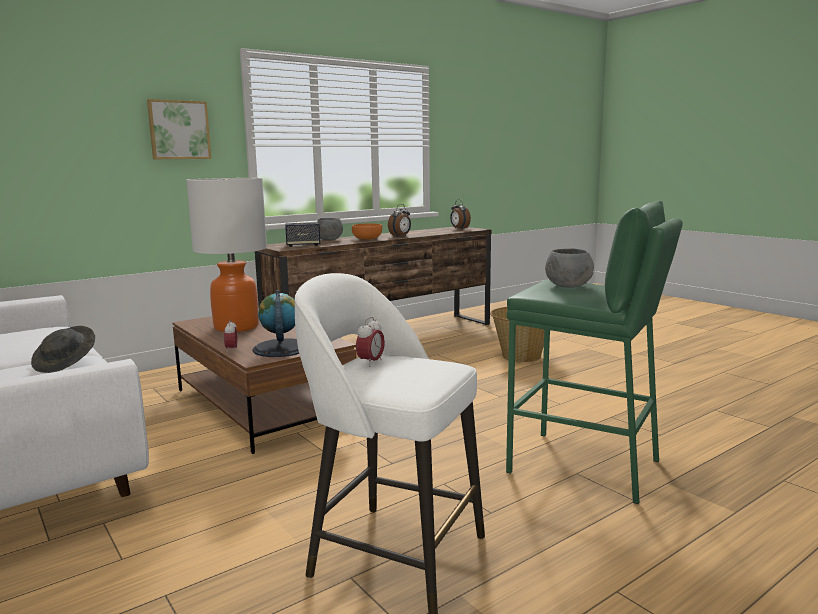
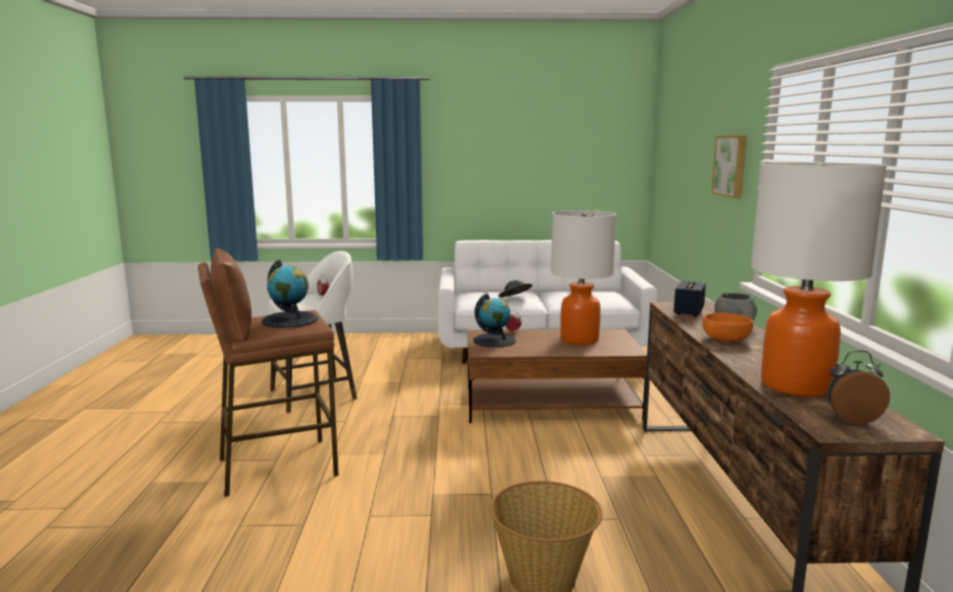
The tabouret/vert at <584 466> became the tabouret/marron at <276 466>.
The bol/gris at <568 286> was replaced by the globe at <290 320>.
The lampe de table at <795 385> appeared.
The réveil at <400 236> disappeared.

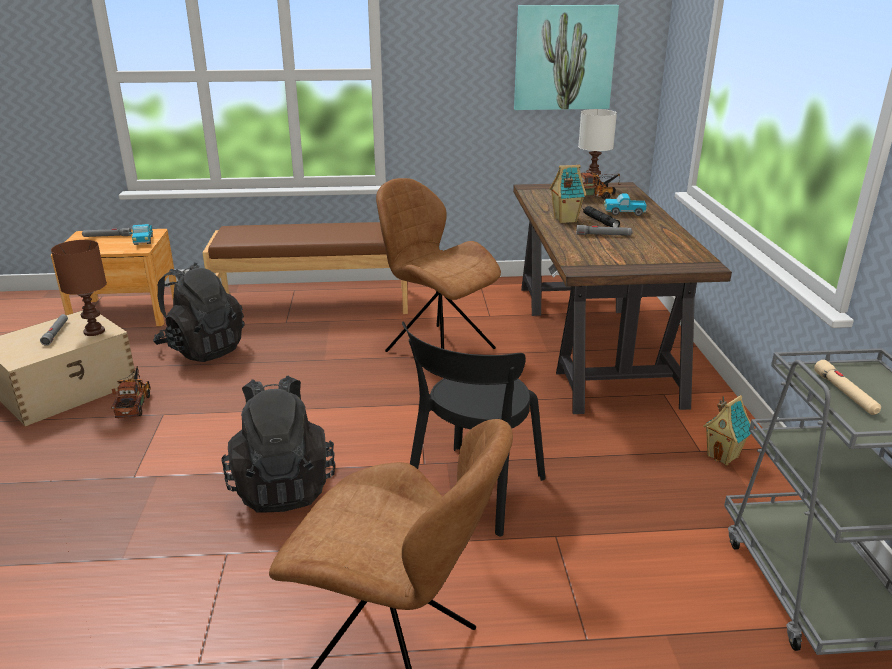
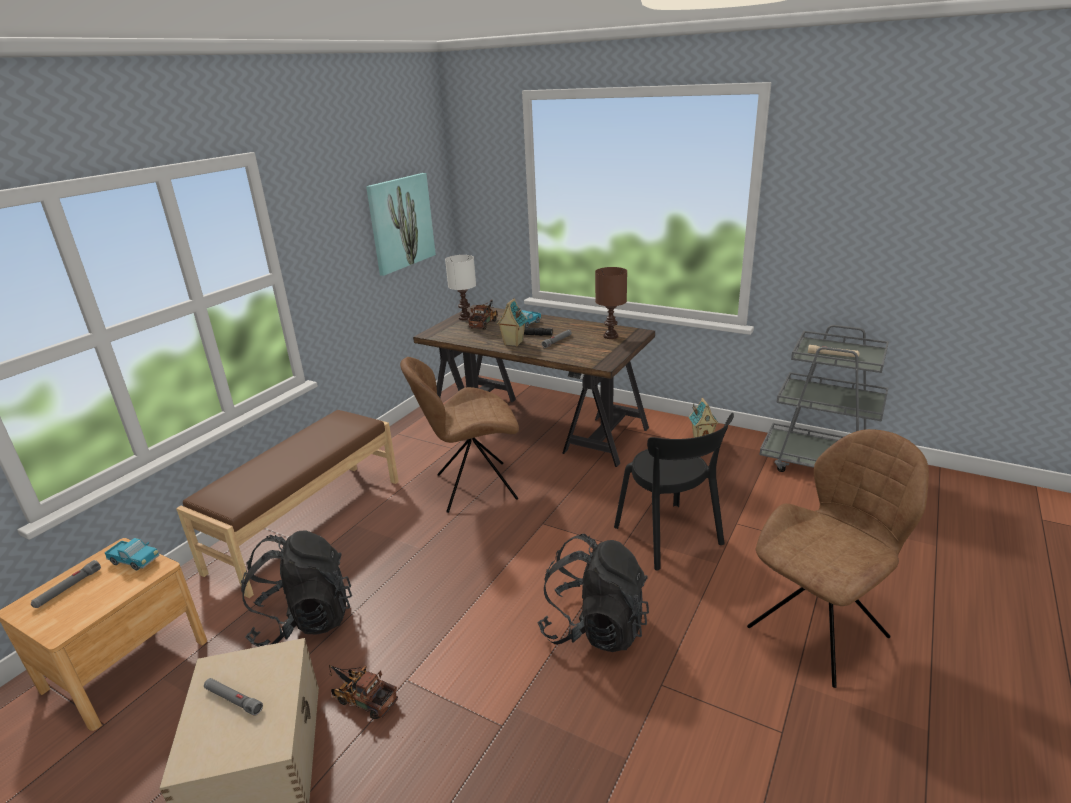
The lampe de table/marron moved from <95 331> to <610 336>.

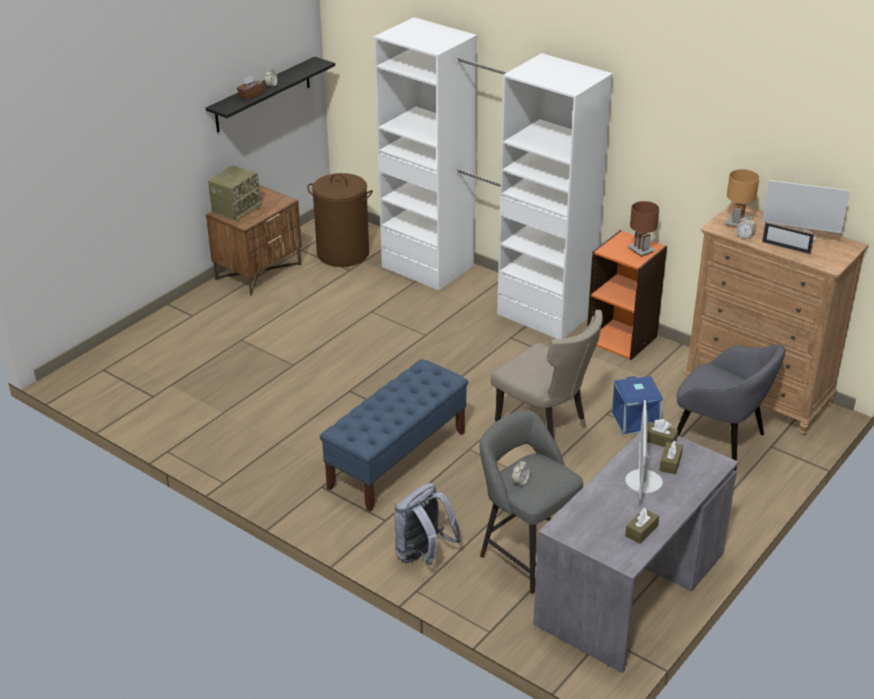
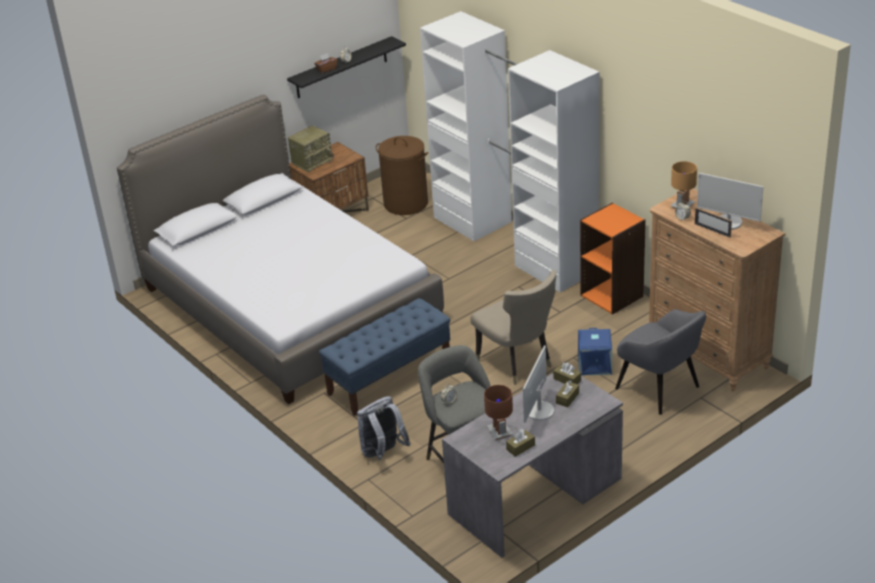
The lit at <289 305> appeared.
The lampe de table/marron moved from <641 250> to <500 432>.

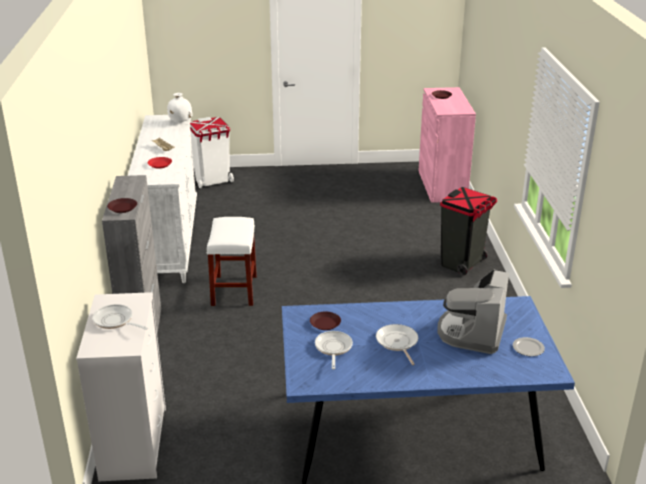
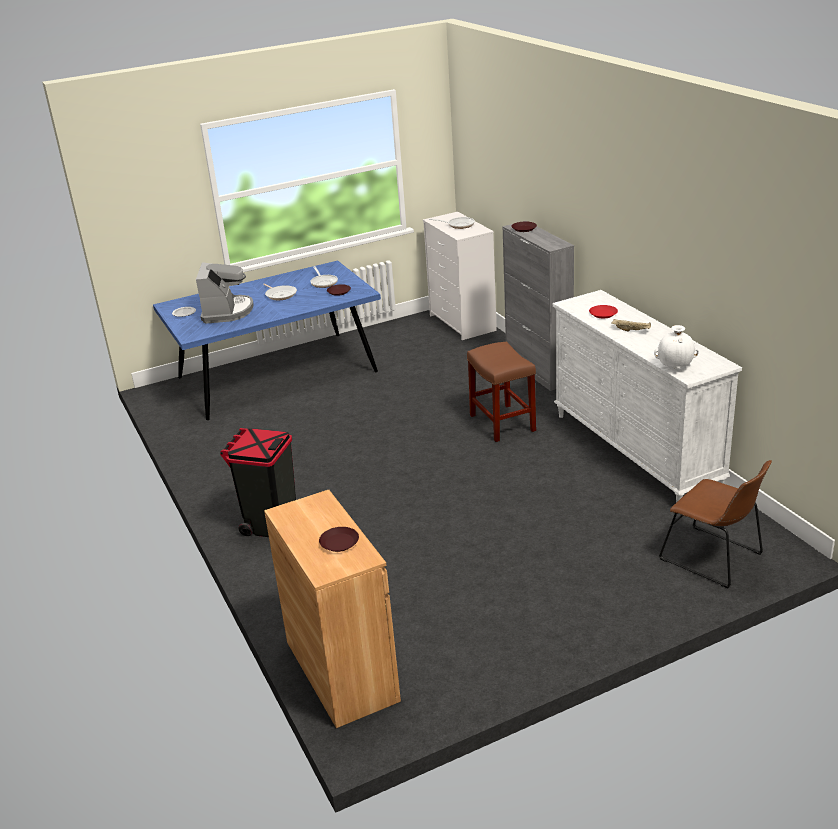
The meuble de rangement/rose at <442 185> became the meuble de rangement/marron at <341 671>.
The tabouret/blanc at <234 290> became the tabouret/marron at <503 423>.
The poubelle/blanc at <213 181> was replaced by the chaise/marron at <714 558>.

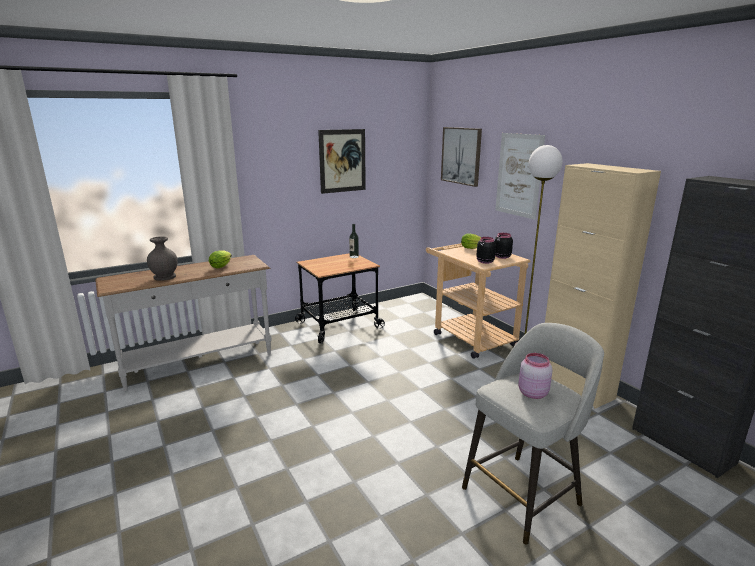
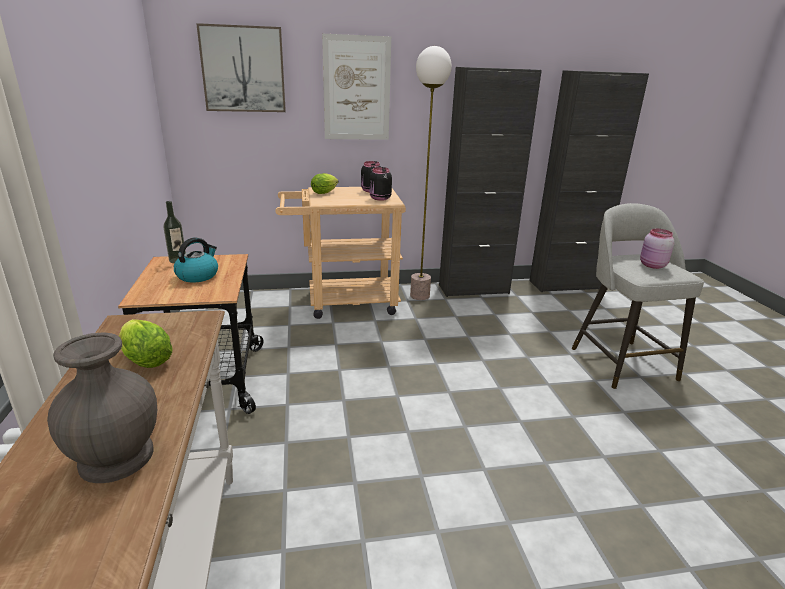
The bouilloire at <198 275> appeared.
The meuble de rangement/beige at <575 386> became the meuble de rangement/noir at <473 289>.
The tableau at <342 161> disappeared.

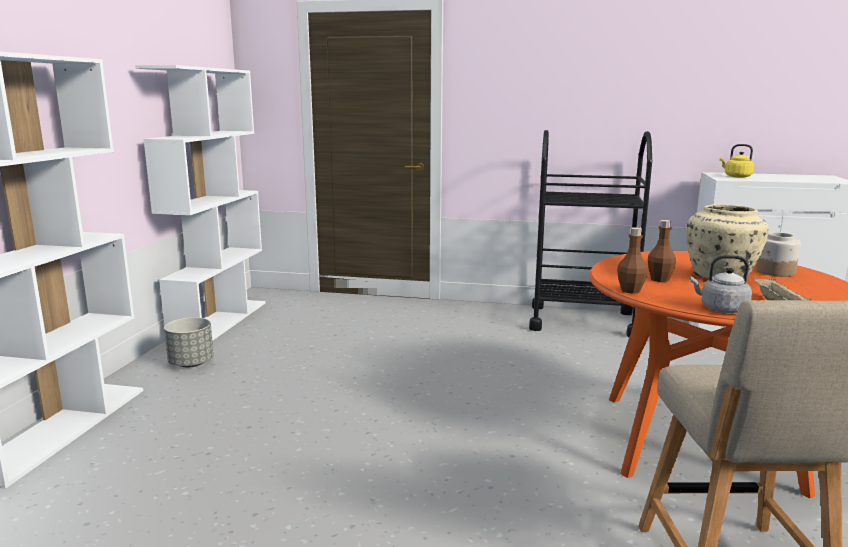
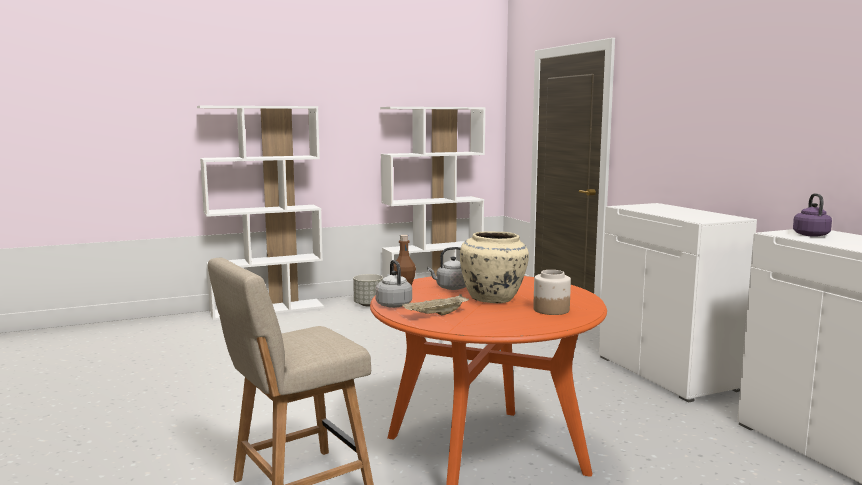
The bouteille/marron at <659 279> was replaced by the bouilloire/gris at <451 288>.
The chariot/noir at <582 321> was replaced by the meuble de rangement/blanc at <667 373>.
The bouilloire/jaune at <736 176> became the bouilloire/violet at <810 234>.

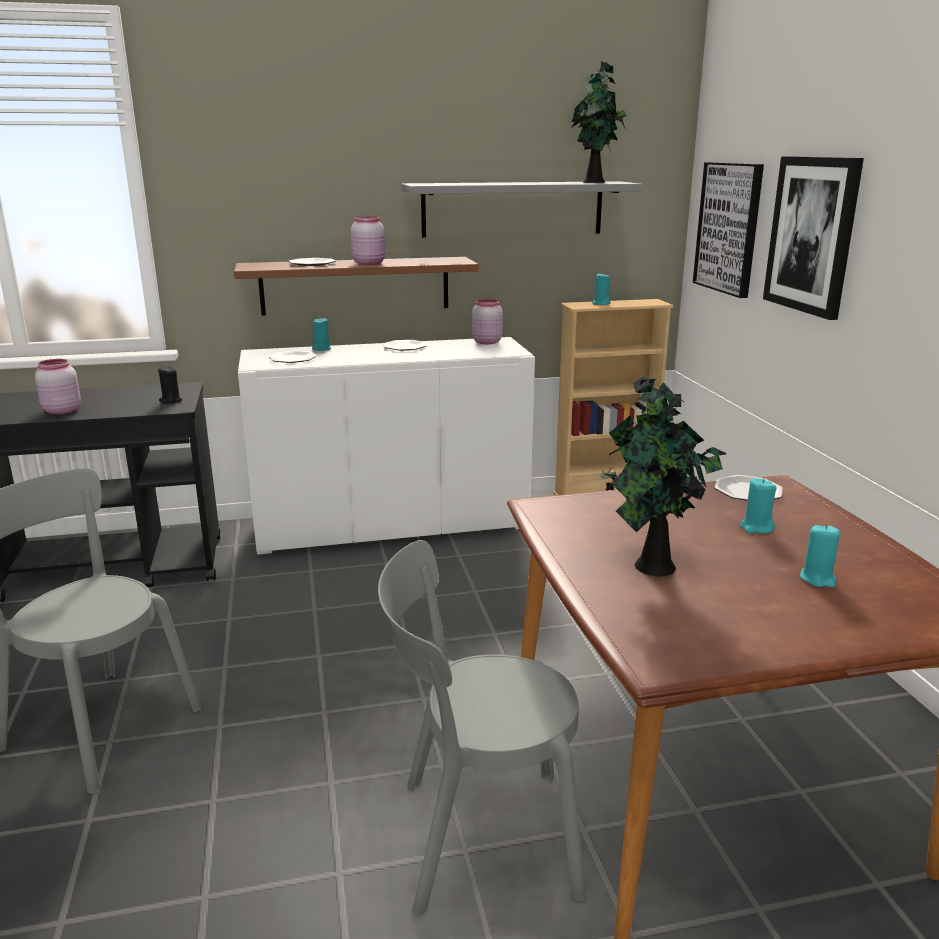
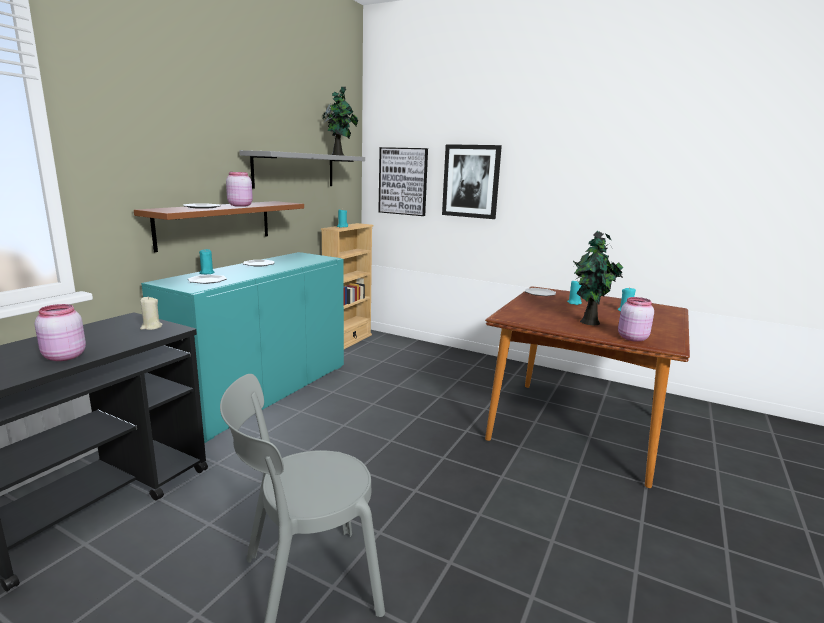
The bougie/noir at <170 401> became the bougie/beige at <151 327>.
The meuble de rangement/blanc at <392 524> became the meuble de rangement/turquoise at <263 392>.
The bocal/rose moved from <486 342> to <631 338>.
The chaise/gris at <478 837> disappeared.

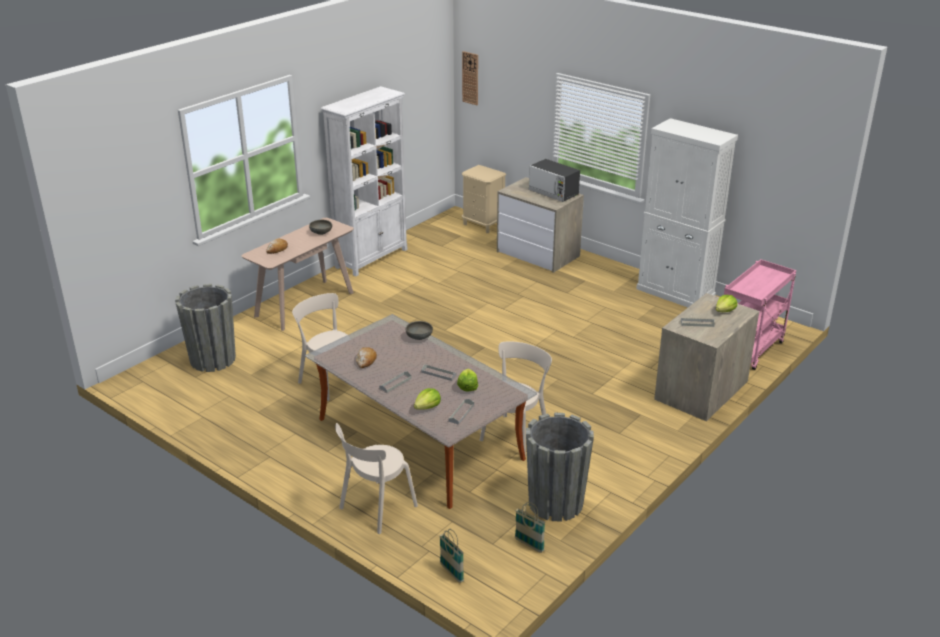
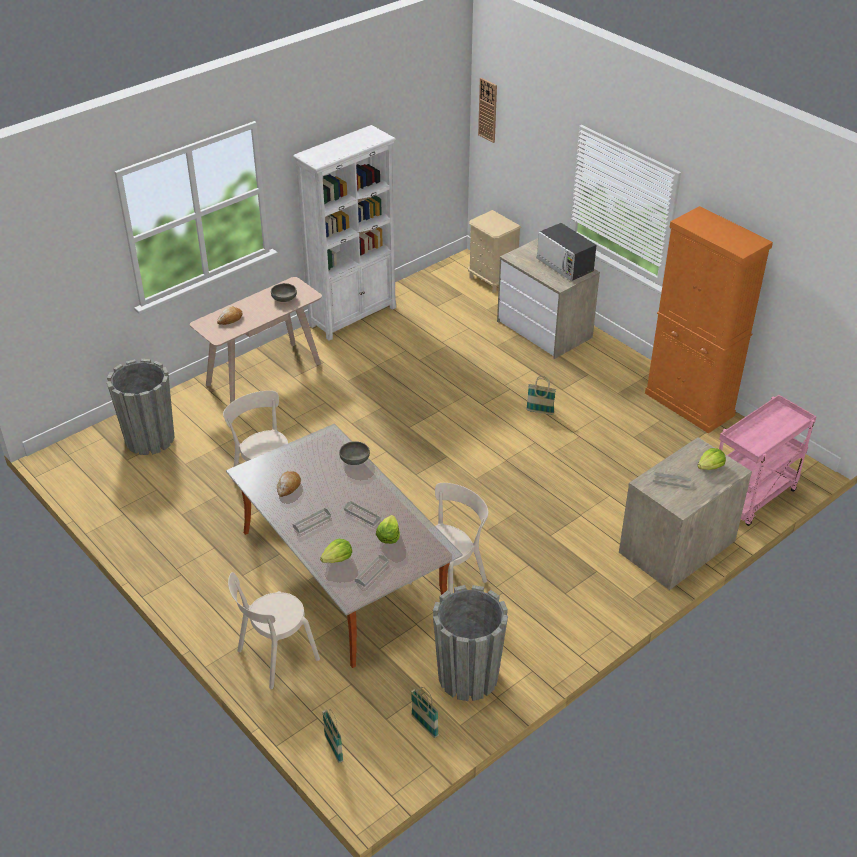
The panier at <540 411> appeared.
The meuble de rangement/blanc at <675 293> became the meuble de rangement/orange at <689 404>.

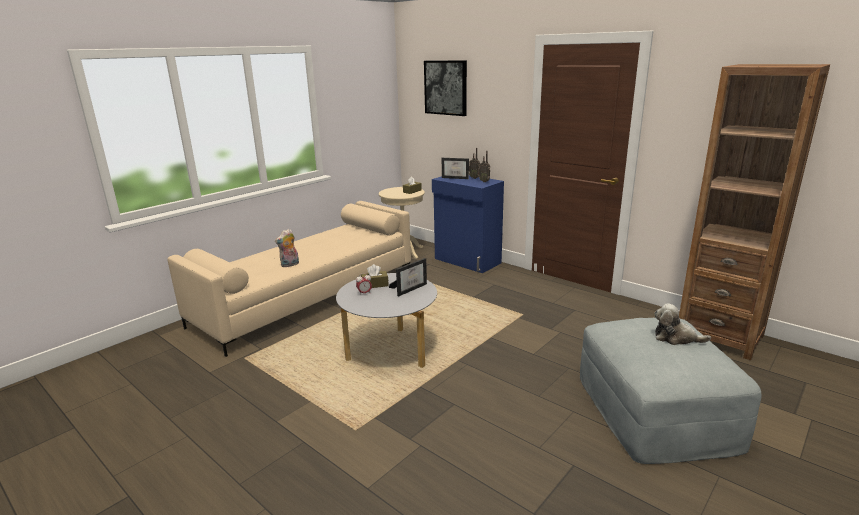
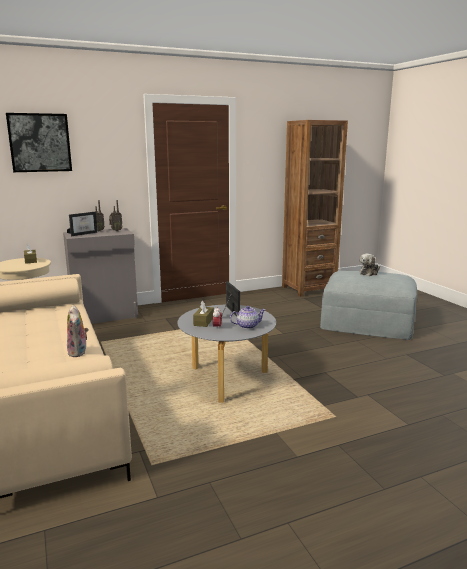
The meuble de rangement/bleu at <467 261> became the meuble de rangement/gris at <105 316>.
The théière at <247 326> appeared.

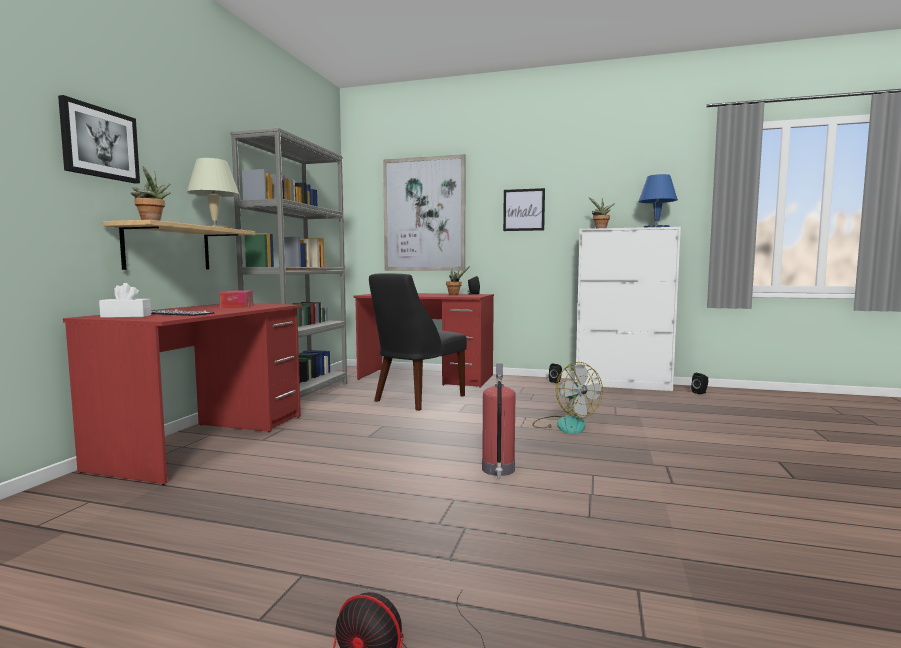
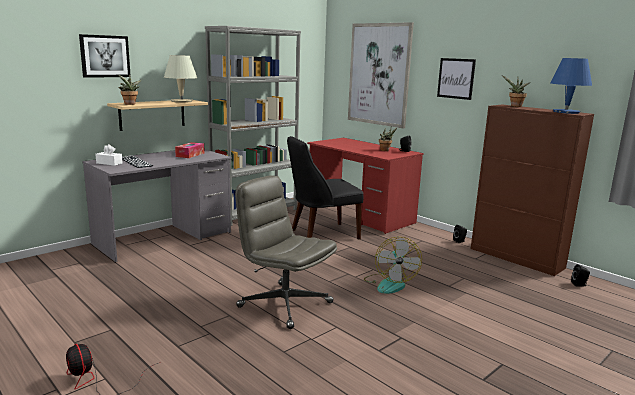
The bureau/rouge at <207 440> became the bureau/gris at <164 238>.
The extincteur at <498 470> was replaced by the chaise de bureau/gris at <284 304>.
The meuble de rangement/blanc at <623 385> became the meuble de rangement/marron at <516 258>.

